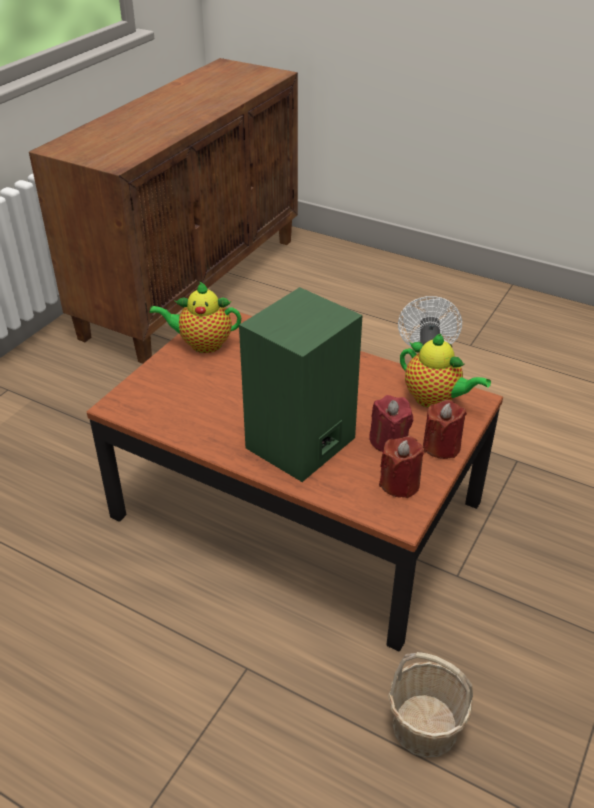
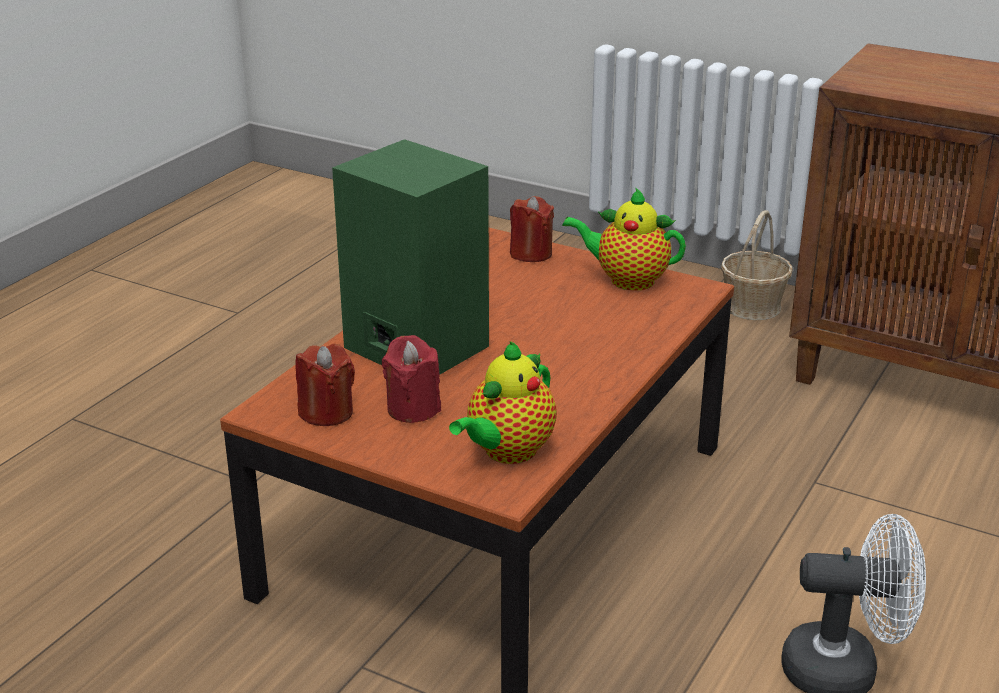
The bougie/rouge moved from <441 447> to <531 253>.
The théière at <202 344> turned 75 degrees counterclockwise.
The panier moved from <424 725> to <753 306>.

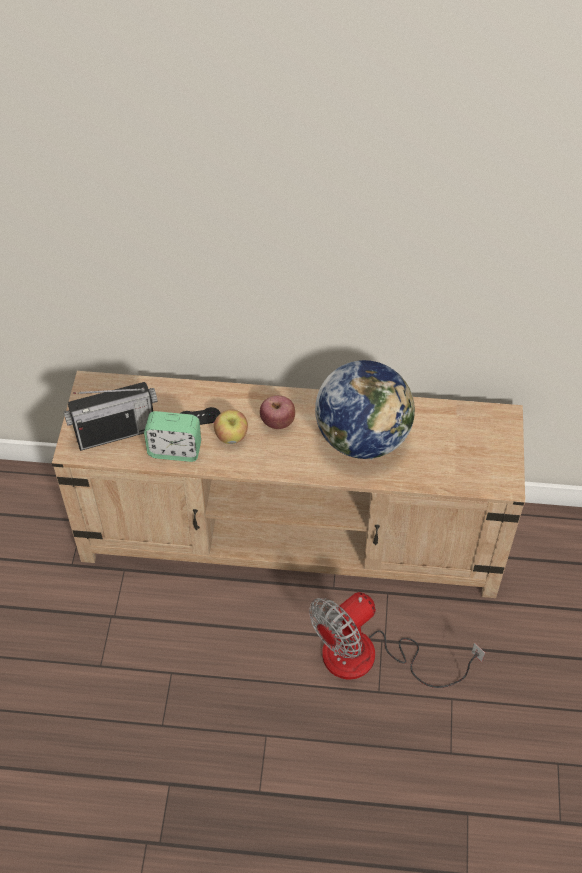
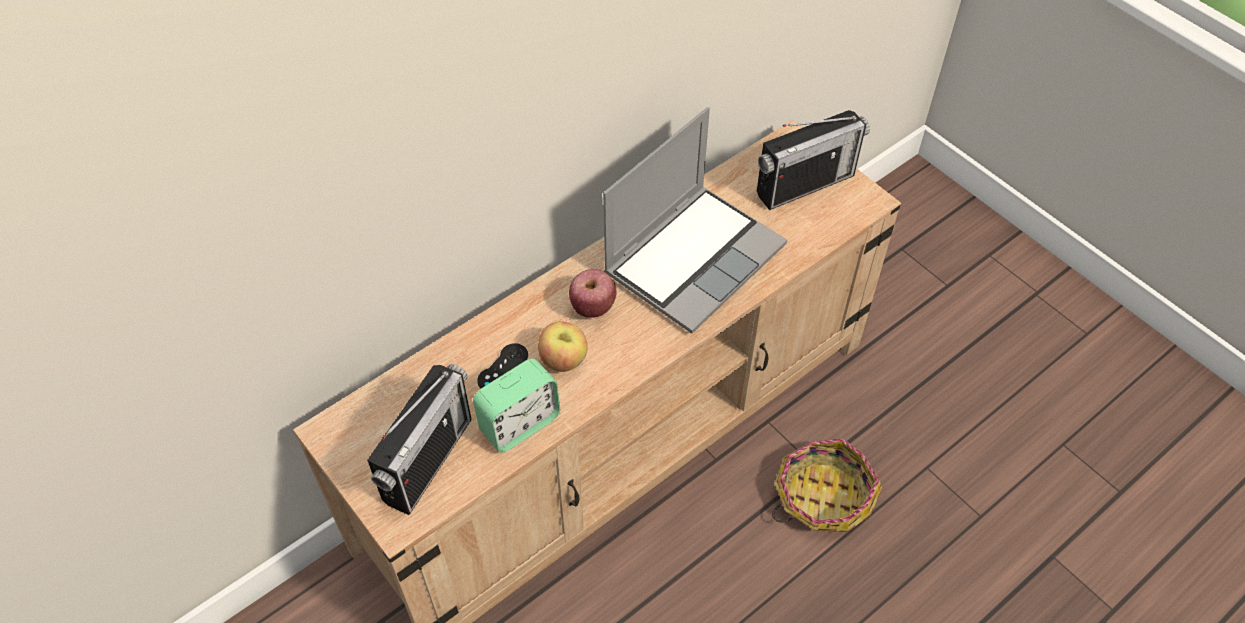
The globe at <363 438> was replaced by the ordinateur portable at <694 257>.
The radio at <805 184> appeared.
The ventilateur at <369 658> was replaced by the panier at <822 496>.

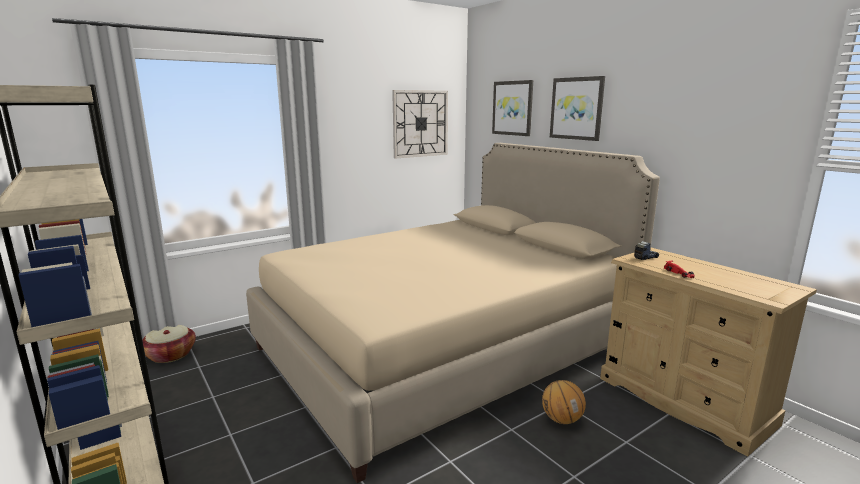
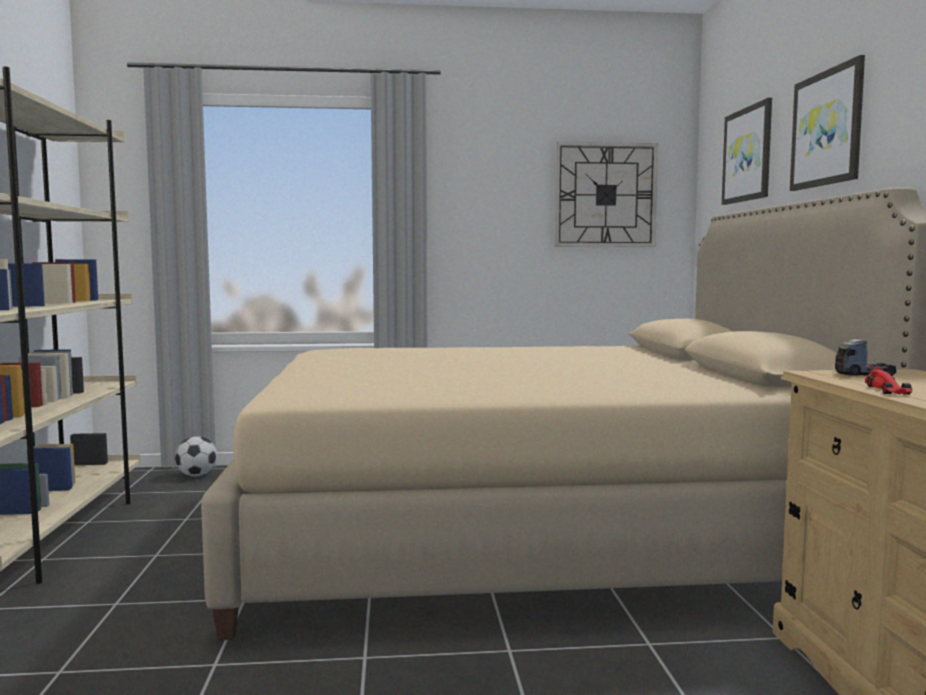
The panier at <170 355> was replaced by the ballon de foot at <197 475>.
The ballon de basket at <561 419> disappeared.

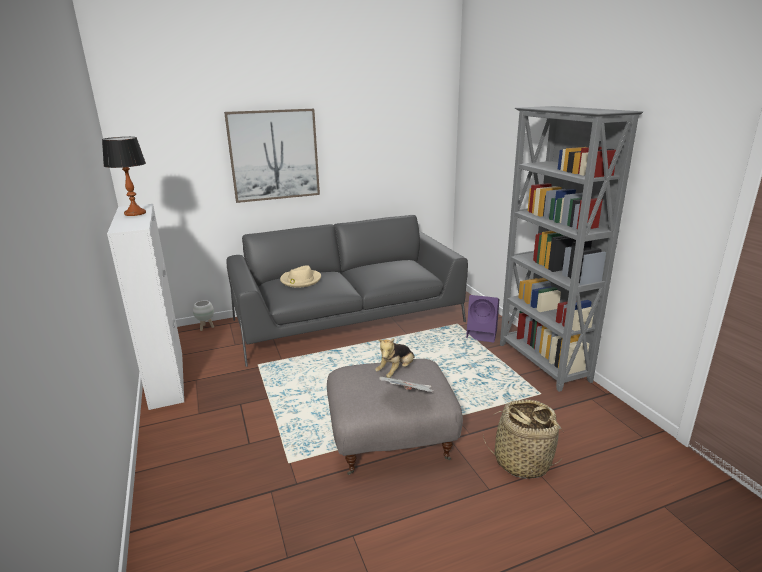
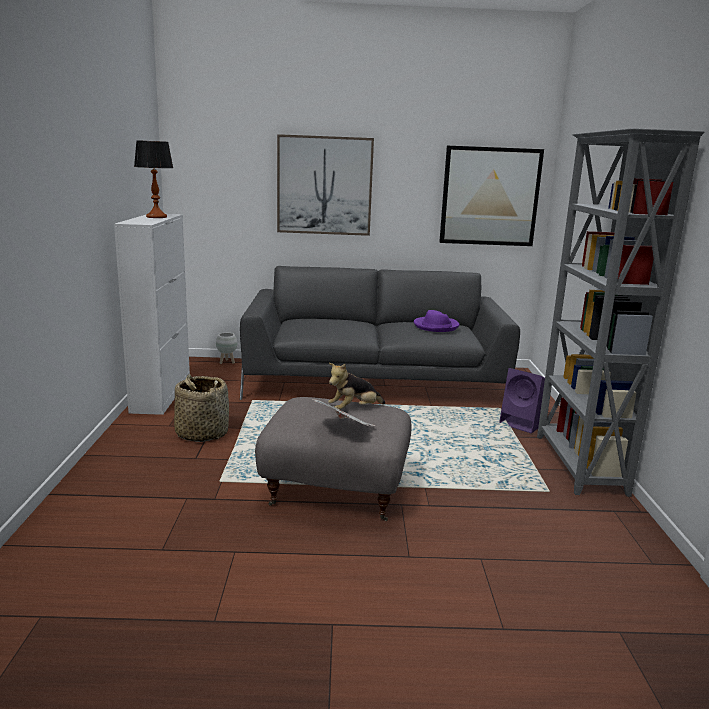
The panier moved from <522 461> to <201 433>.
The chapeau/violet at <436 326> appeared.
The tableau at <489 196> appeared.
The chapeau/beige at <300 280> disappeared.

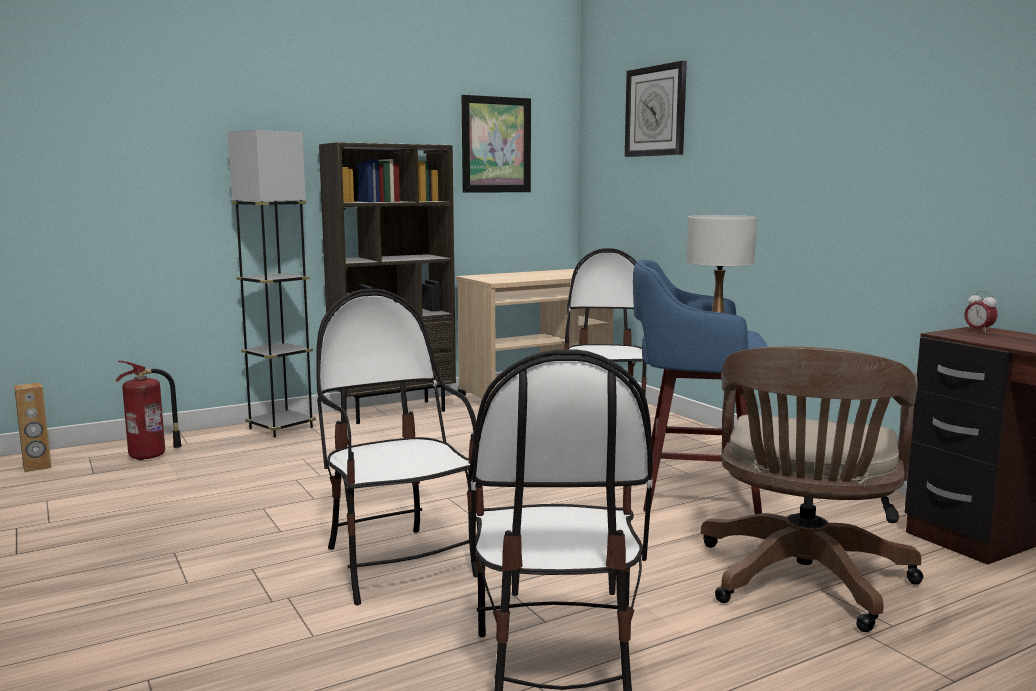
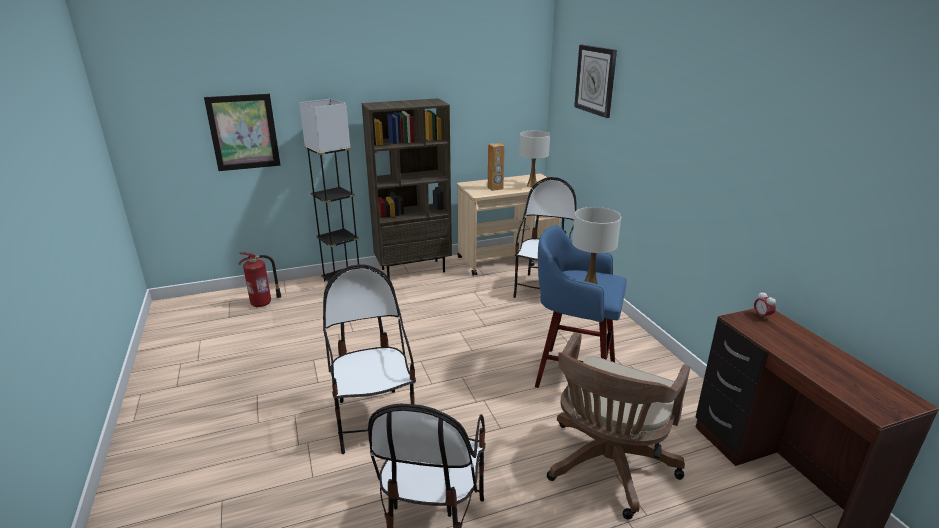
The tableau moved from <496 145> to <243 132>.
The enceinte/marron moved from <37 467> to <495 188>.
The lampe de table/blanc at <532 185> appeared.

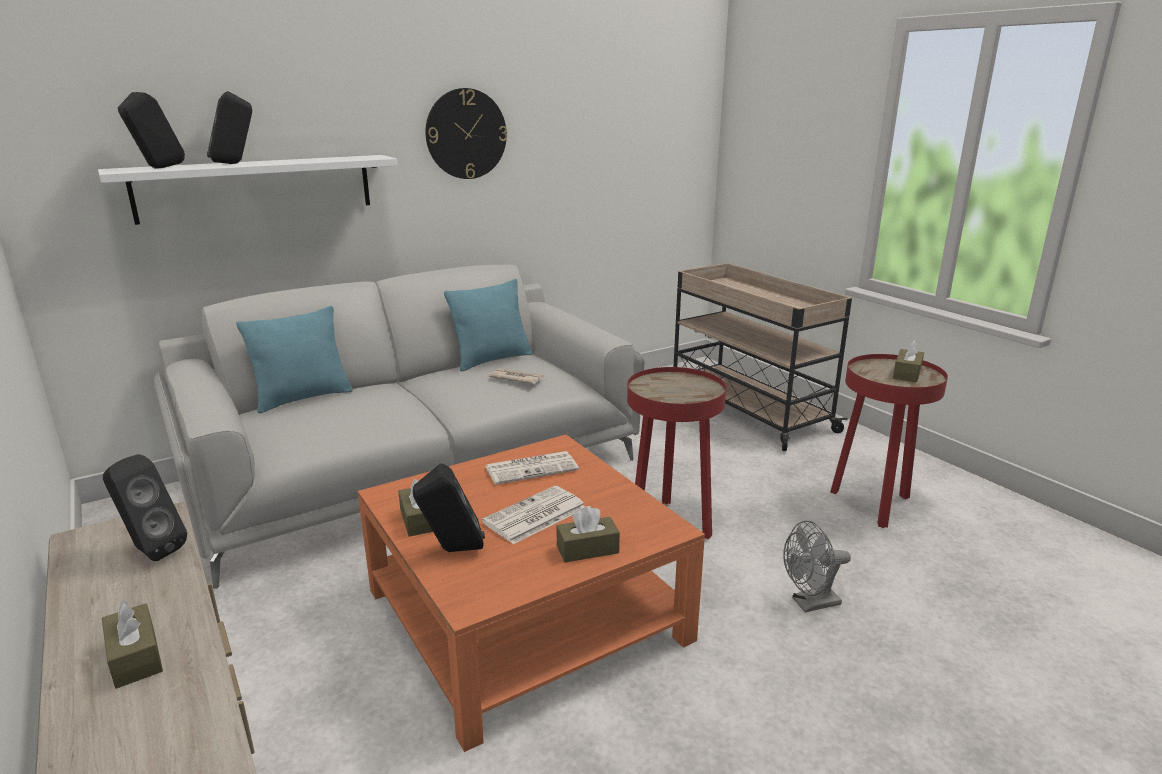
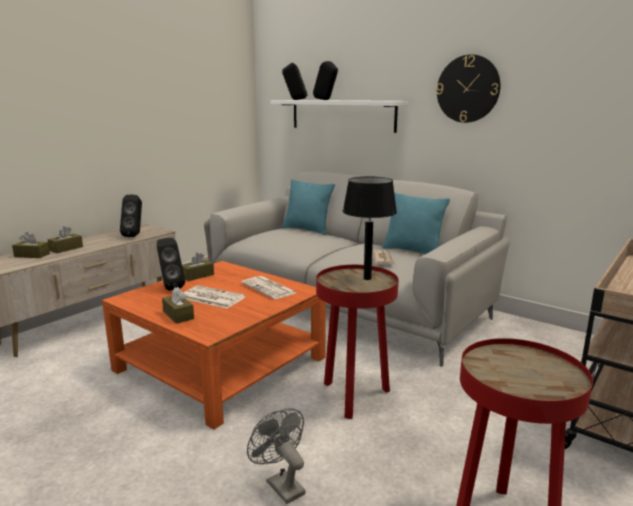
The boîte à mouchoirs/marron moved from <907 373> to <32 255>.
The lampe de table/noir at <367 278> appeared.

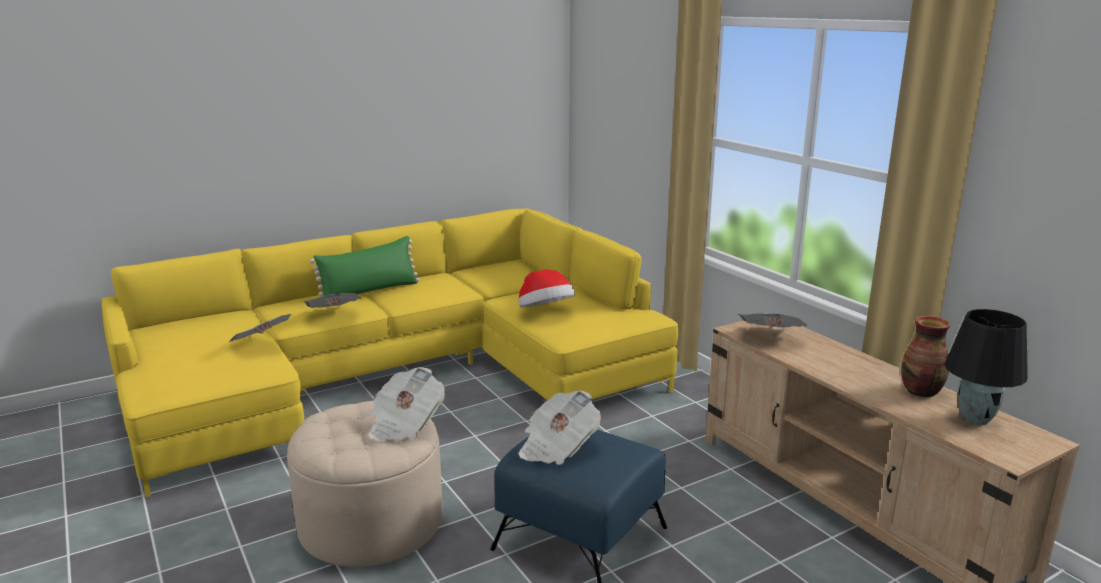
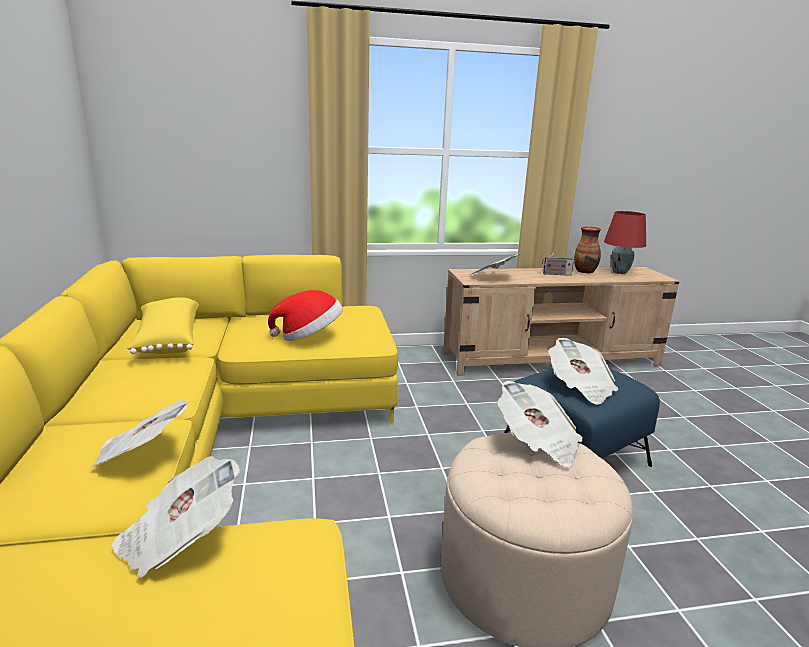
The coussin/jaune at <167 340> appeared.
The radio at <555 274> appeared.
The lampe de table/noir at <975 418> became the lampe de table/rouge at <619 272>.
The coussin/vert at <369 291> disappeared.

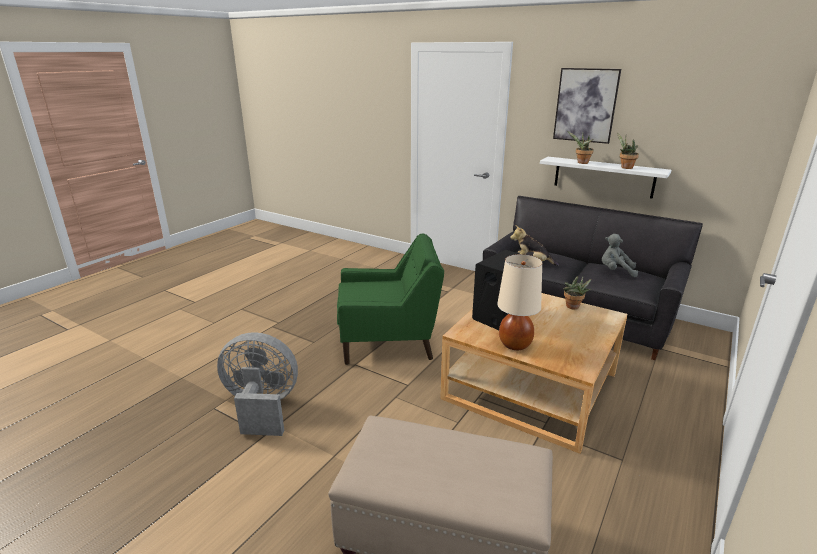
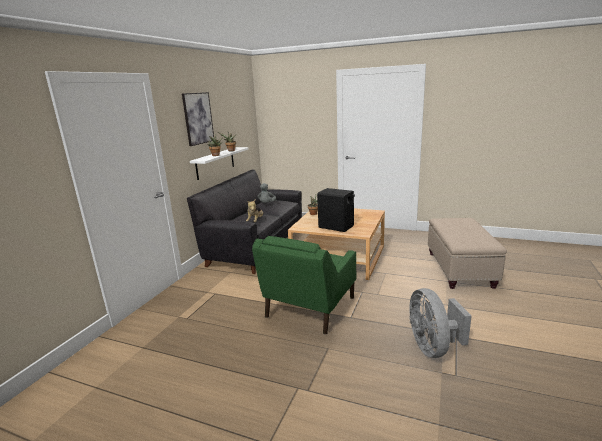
The fauteuil/vert at <389 340> turned 135 degrees counterclockwise.
The lampe de table/beige at <515 344> disappeared.

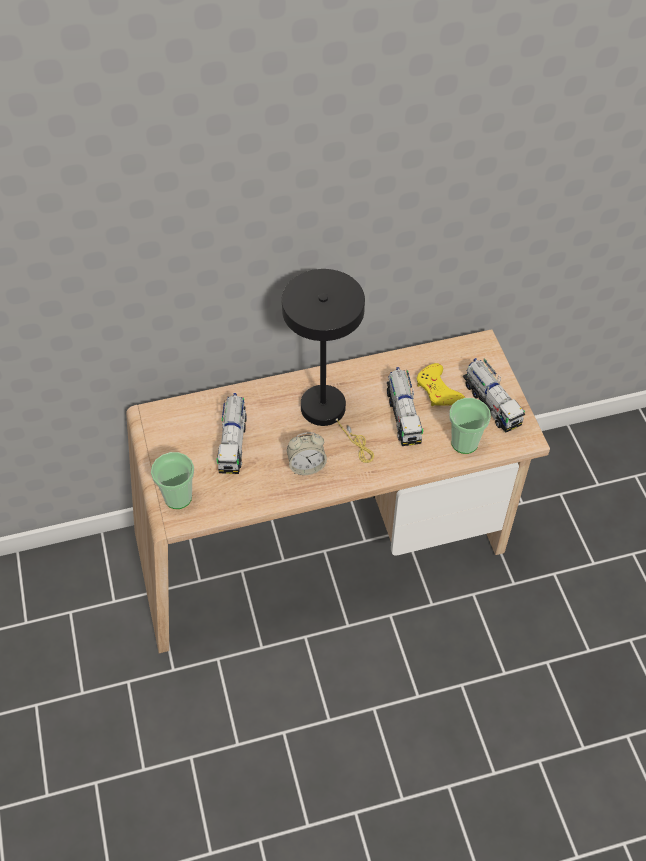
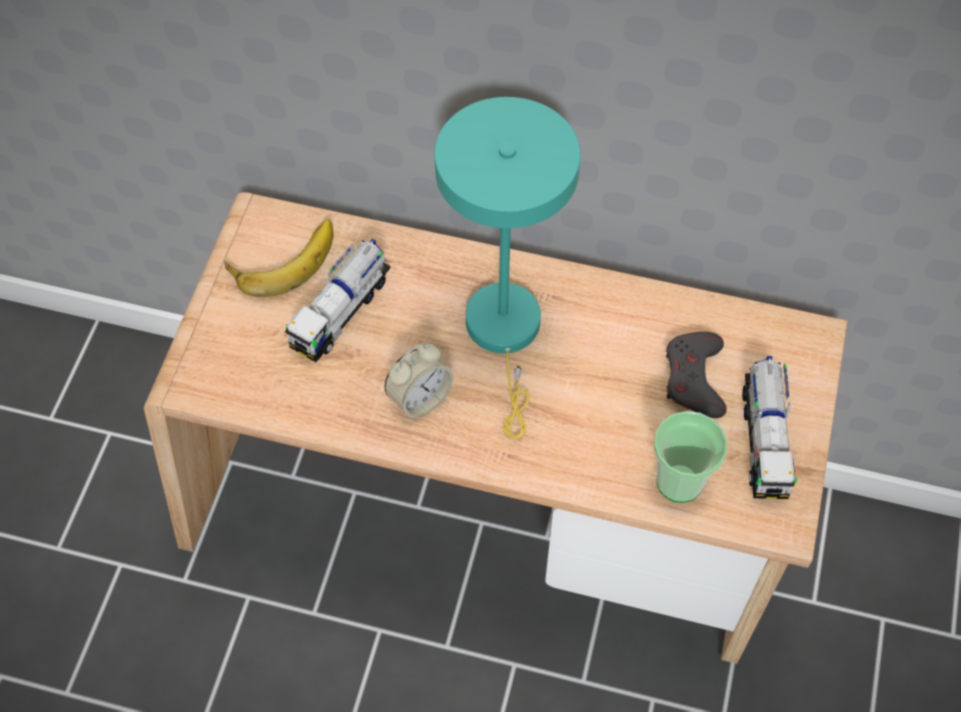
The banane at <283 258> appeared.
The réveil at <306 466> turned 60 degrees counterclockwise.
The lampe de table/noir at <329 413> became the lampe de table/turquoise at <505 334>.
The manette/jaune at <438 390> became the manette/gris at <694 378>.
The tasse at <178 497> disappeared.
The camion jouet at <403 416> disappeared.

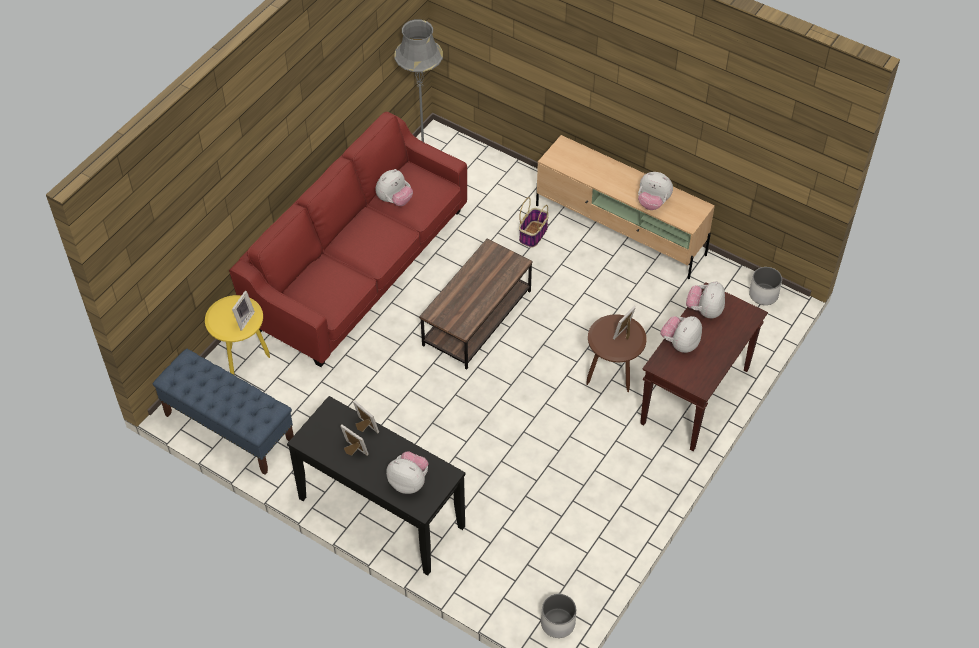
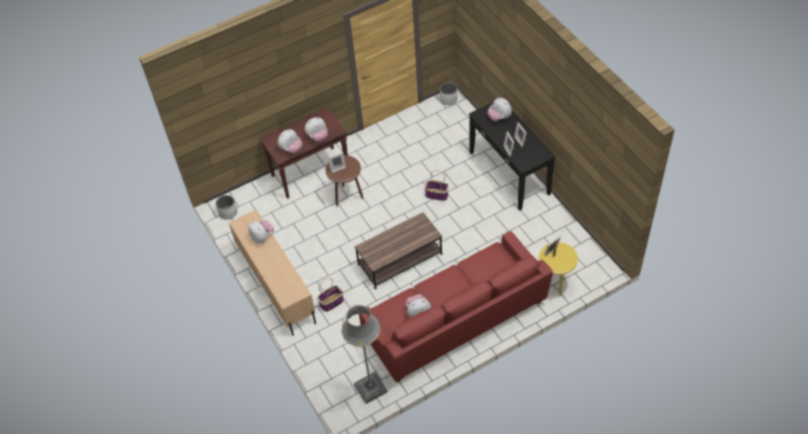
The panier at <437 194> appeared.
The banc/bleu at <229 428> disappeared.

